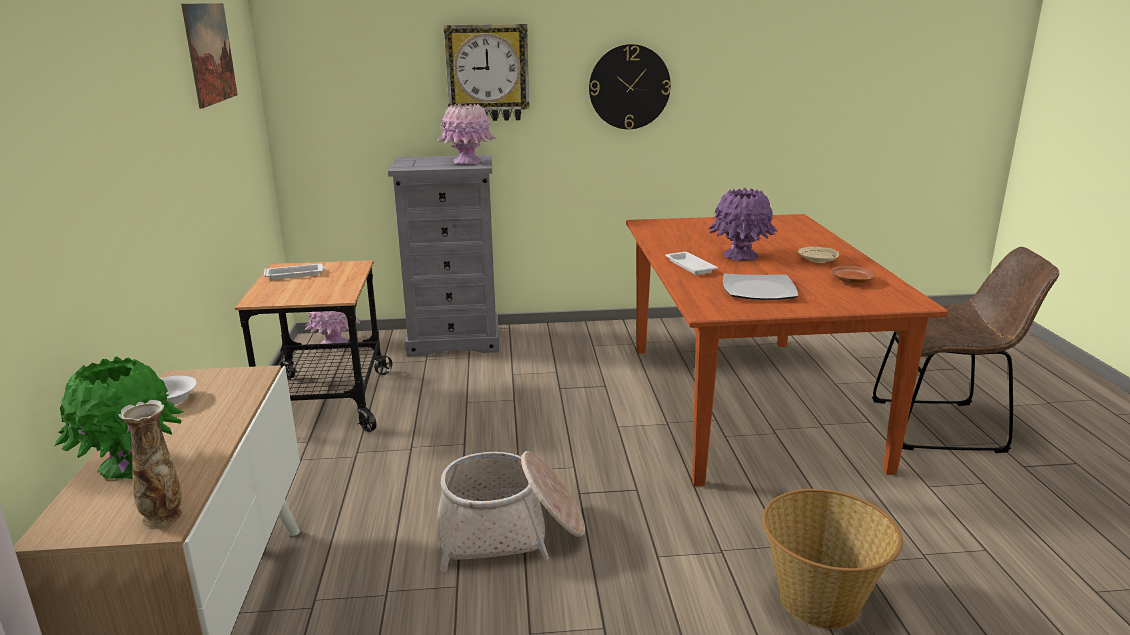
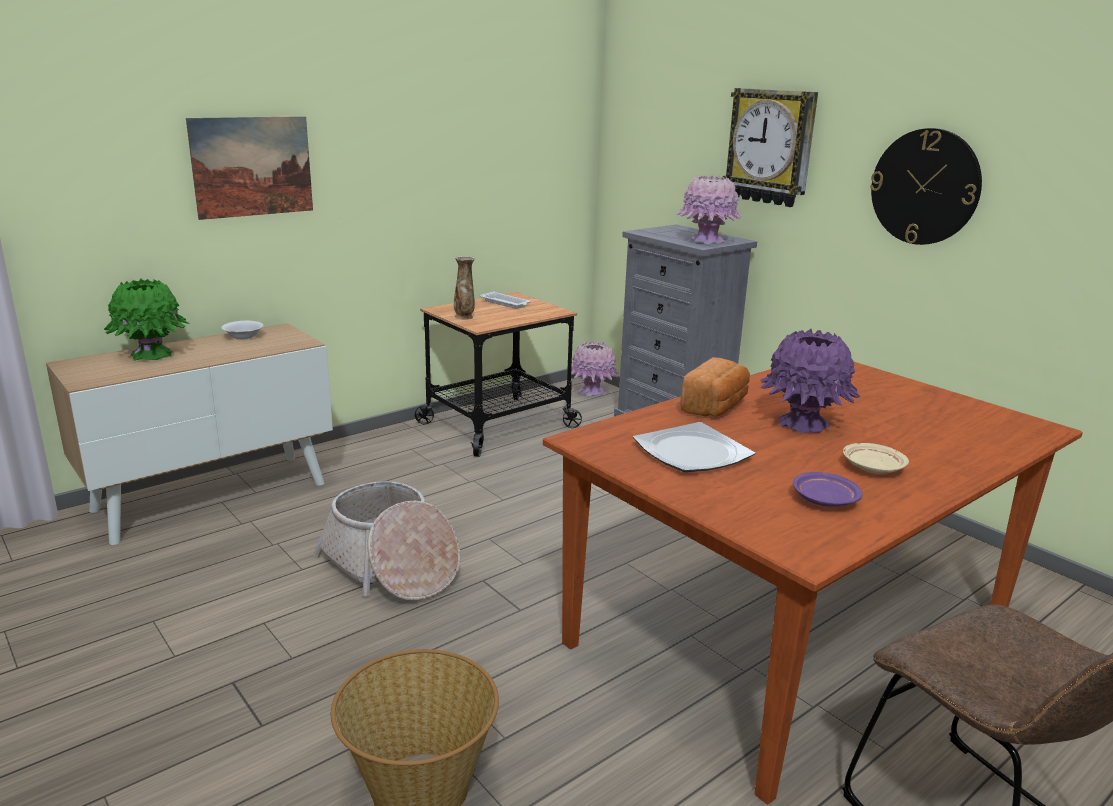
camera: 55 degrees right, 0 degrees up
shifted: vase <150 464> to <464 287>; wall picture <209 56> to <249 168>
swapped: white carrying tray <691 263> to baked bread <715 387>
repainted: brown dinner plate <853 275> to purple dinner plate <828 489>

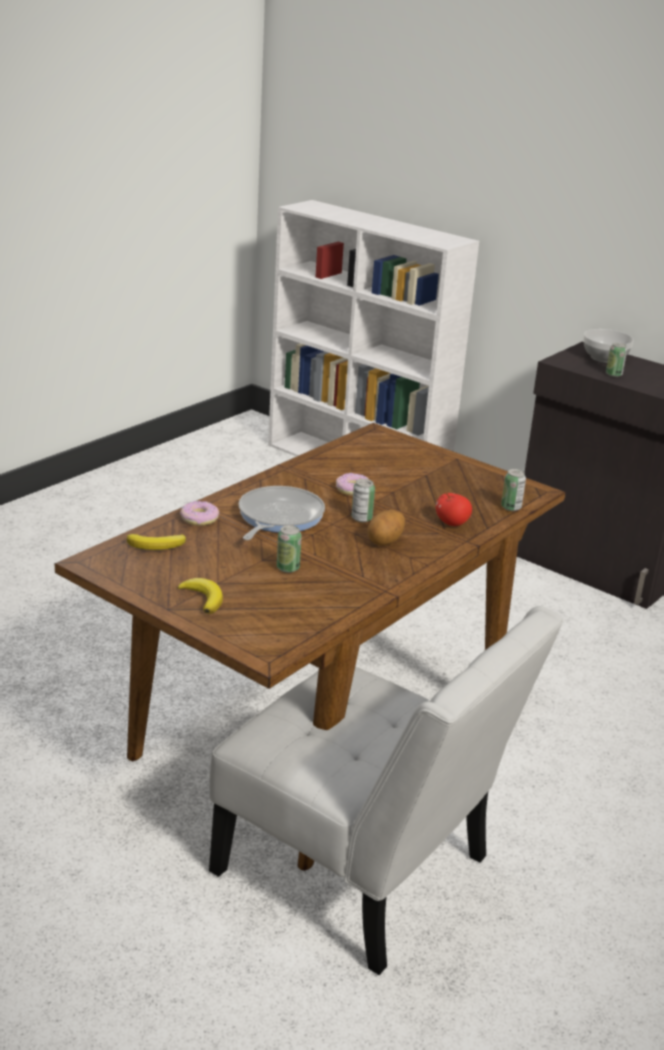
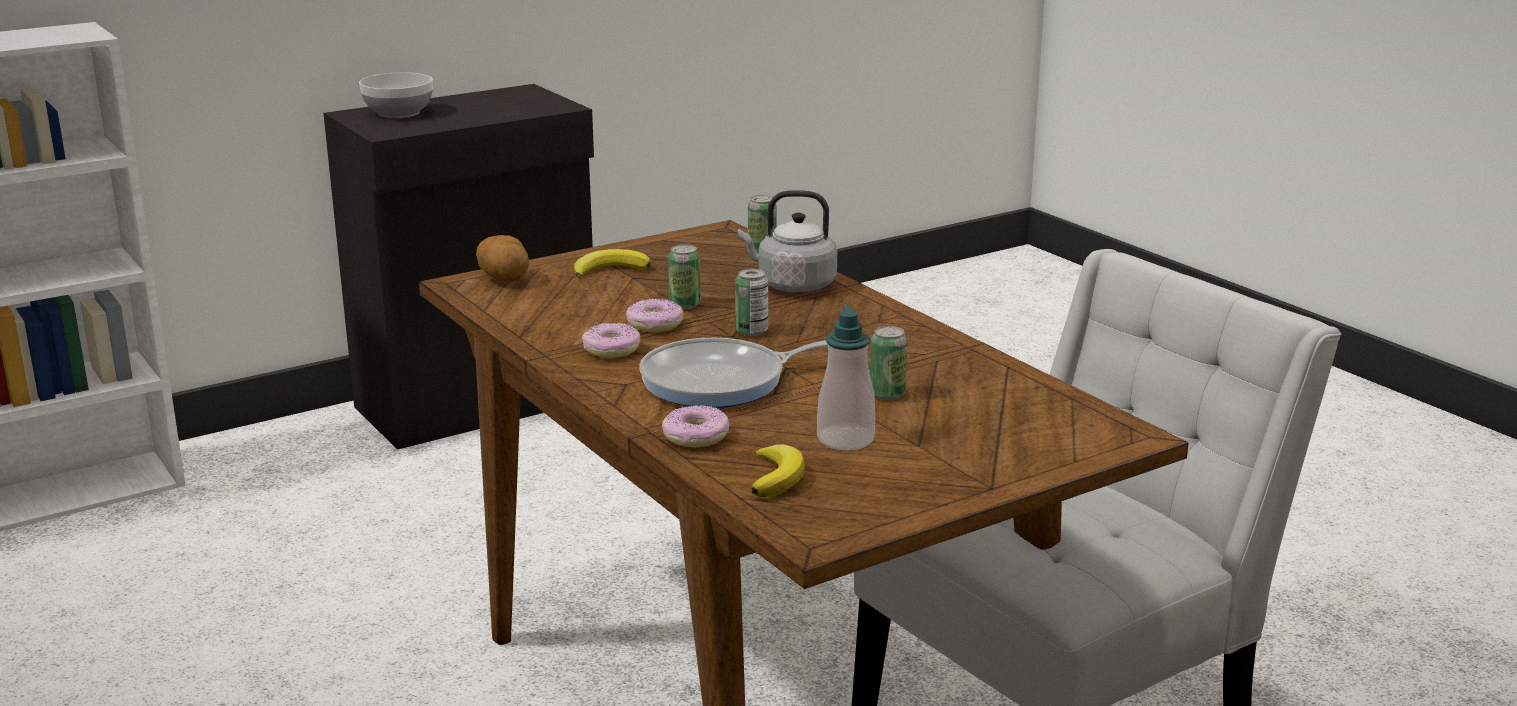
camera: 70 degrees left, 5 degrees down
new: donut <611 340>; liquid soap bottle <846 378>
shifted: whole banana <200 596> to <612 263>; spud <386 528> to <502 259>; sealed can <616 359> to <684 277>
swapped: apple fruit <454 509> to gray water kettle <787 241>
rotated: frying pan <282 513> = <734 373> 60 degrees counterclockwise

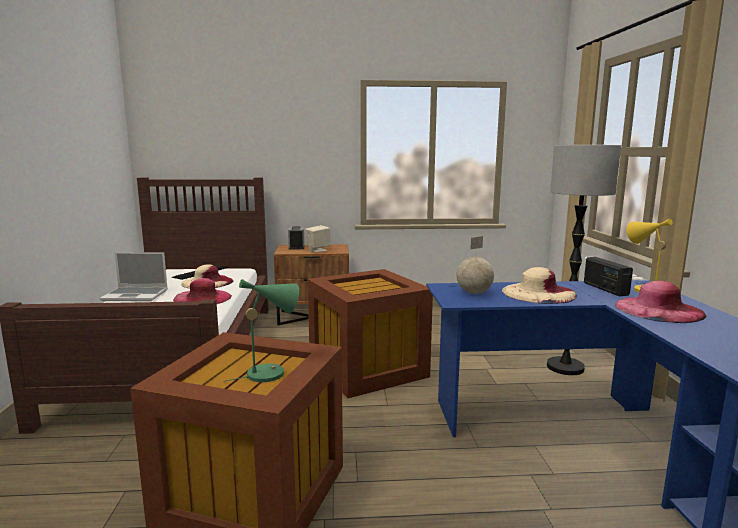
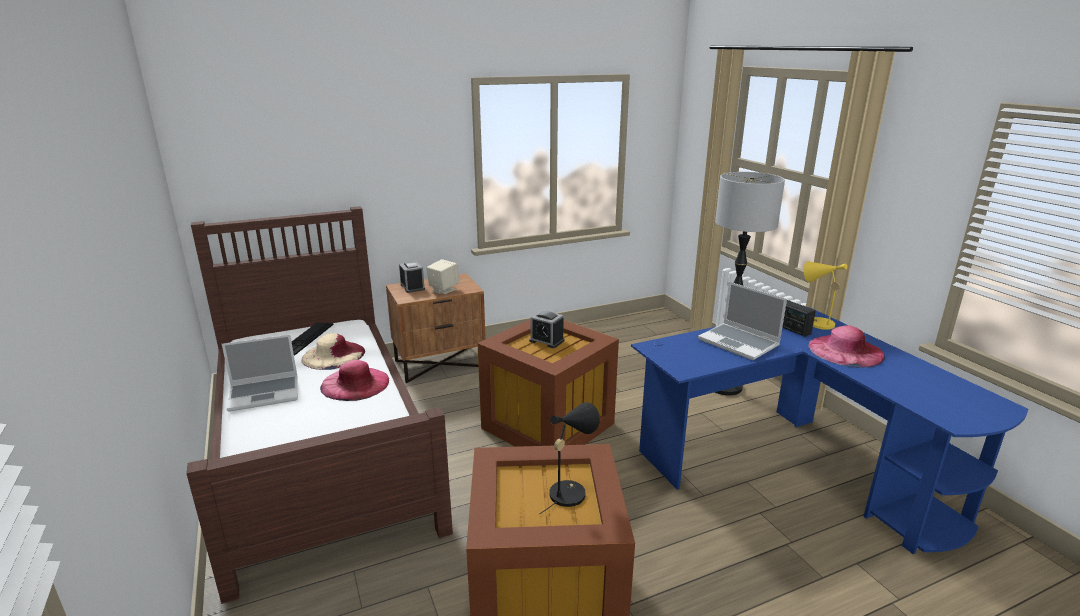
camera: 20 degrees left, 10 degrees up
gone: desk globe <475 265>
new: bedside clock <547 329>
swapped: beige clothing hat <539 285> to laptop <742 321>
repainted: greenish tabletop lamp <262 330> to blackish tabletop lamp <570 458>

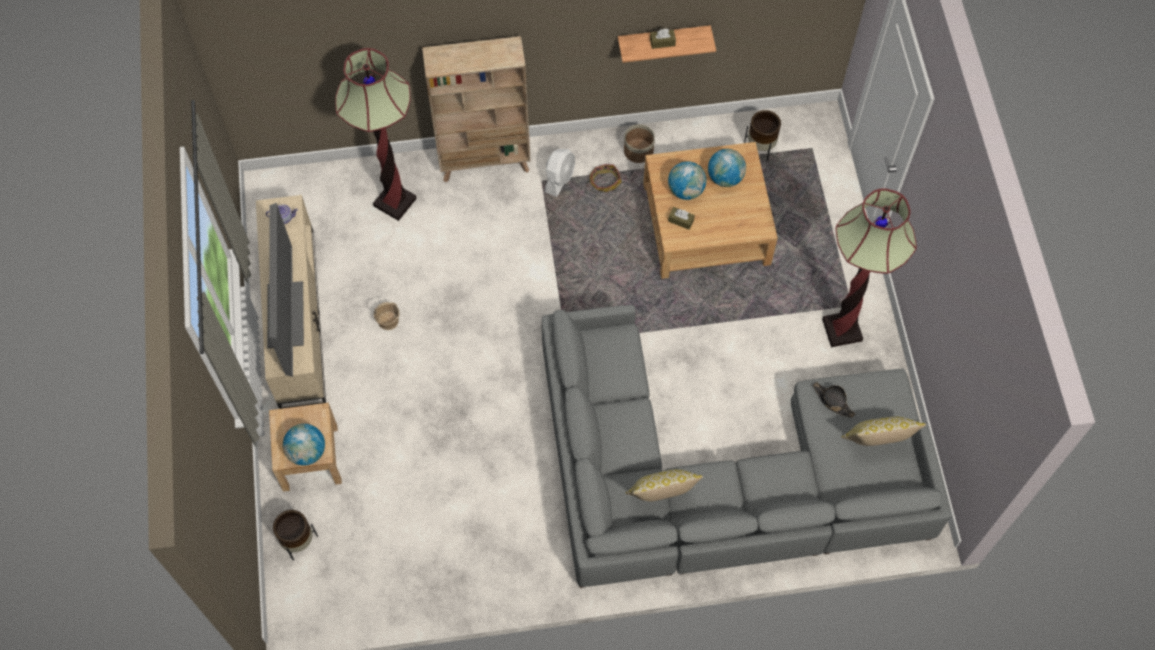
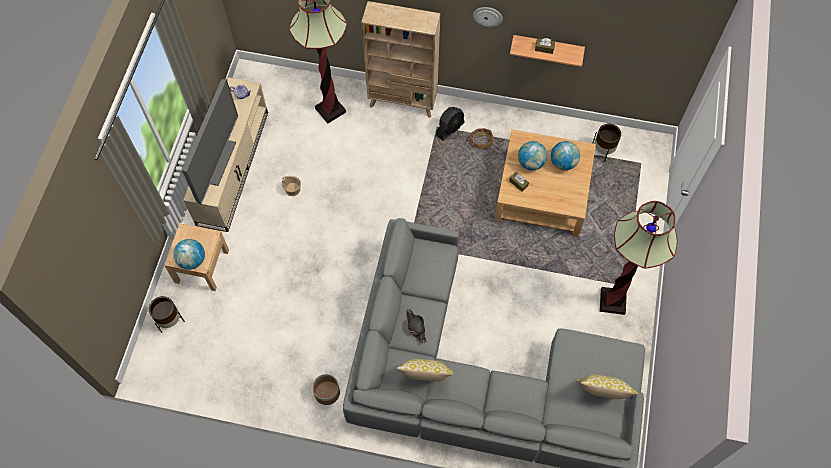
camera: 20 degrees right, 0 degrees up
new: hanging clock <488 17>
shifted: flower pot <639 143> to <326 389>; blackish clothing hat <834 400> to <416 326>
repainted: white fan <560 173> to blackish fan <450 124>

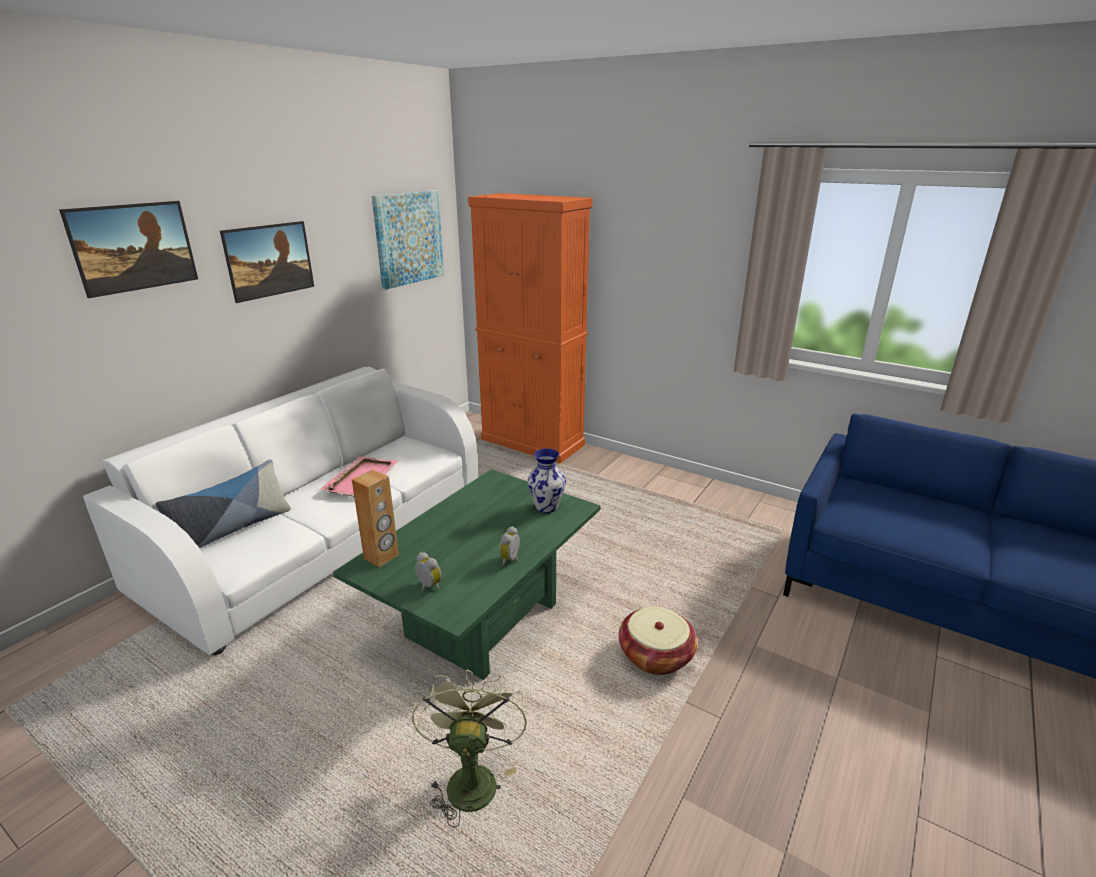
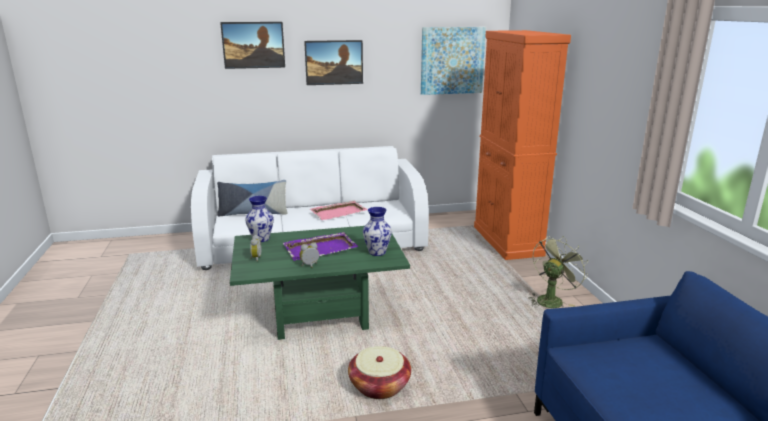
camera: 45 degrees right, 5 degrees down
new: purple carrying tray <320 246>
shifted: greenish fan <469 749> to <558 272>
swapped: brown speaker <375 518> to vase <259 219>

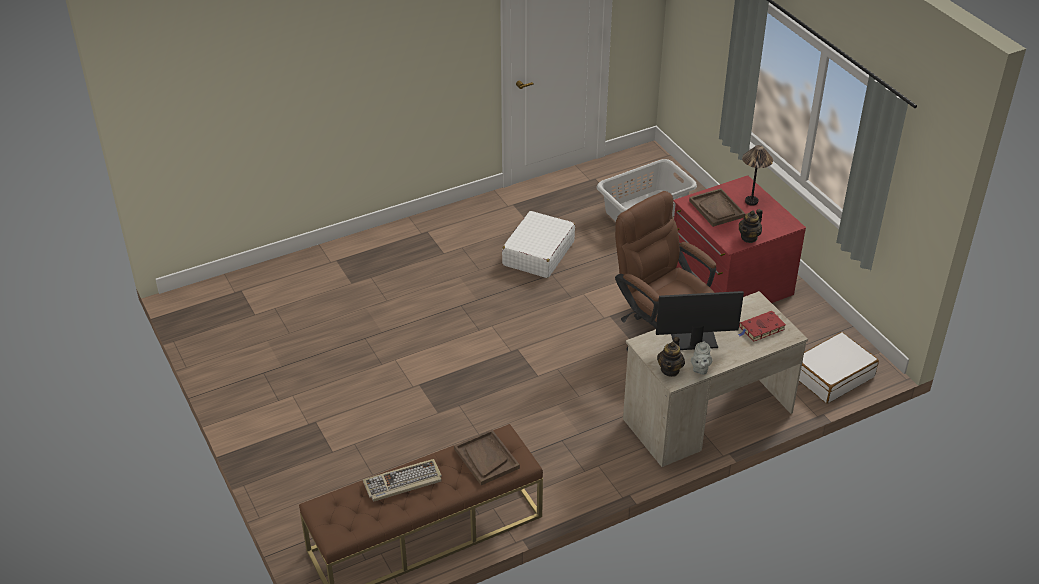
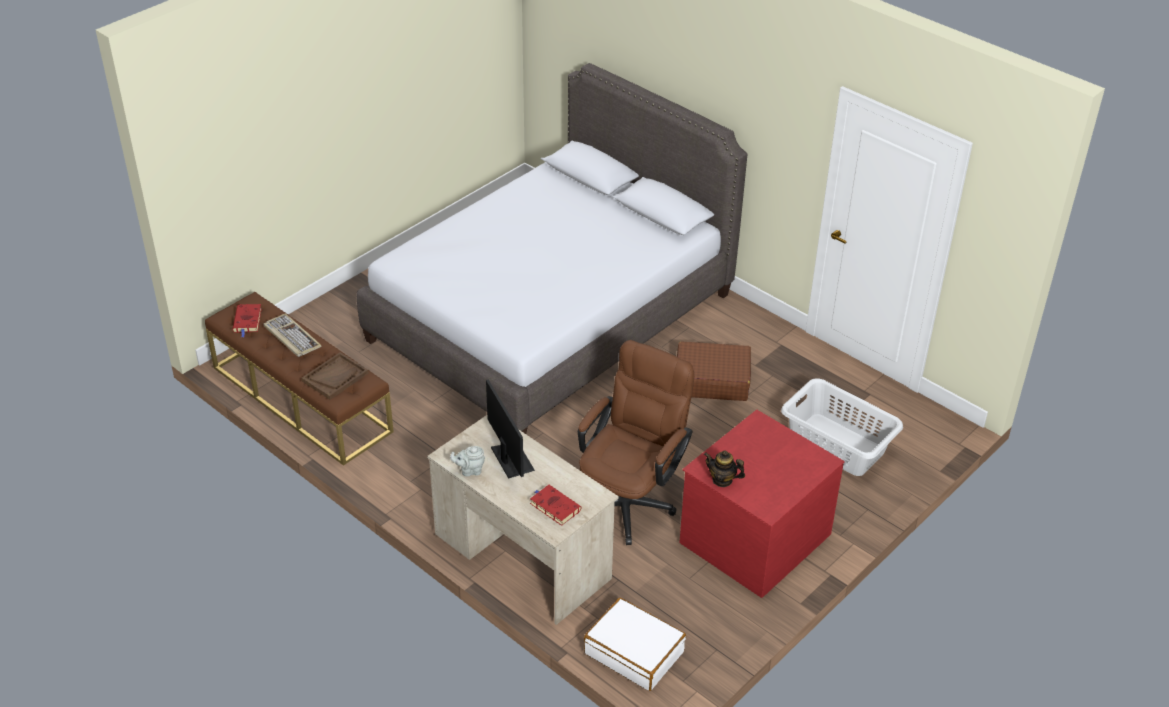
camera: 70 degrees right, 0 degrees up
gone: teapot <671 357>; brown carrying tray <717 207>; tabletop lamp <757 175>
new: red-coloured bound book <247 320>; gray bed <552 248>
repainted: white piece of luggage <538 244> to brown piece of luggage <714 371>

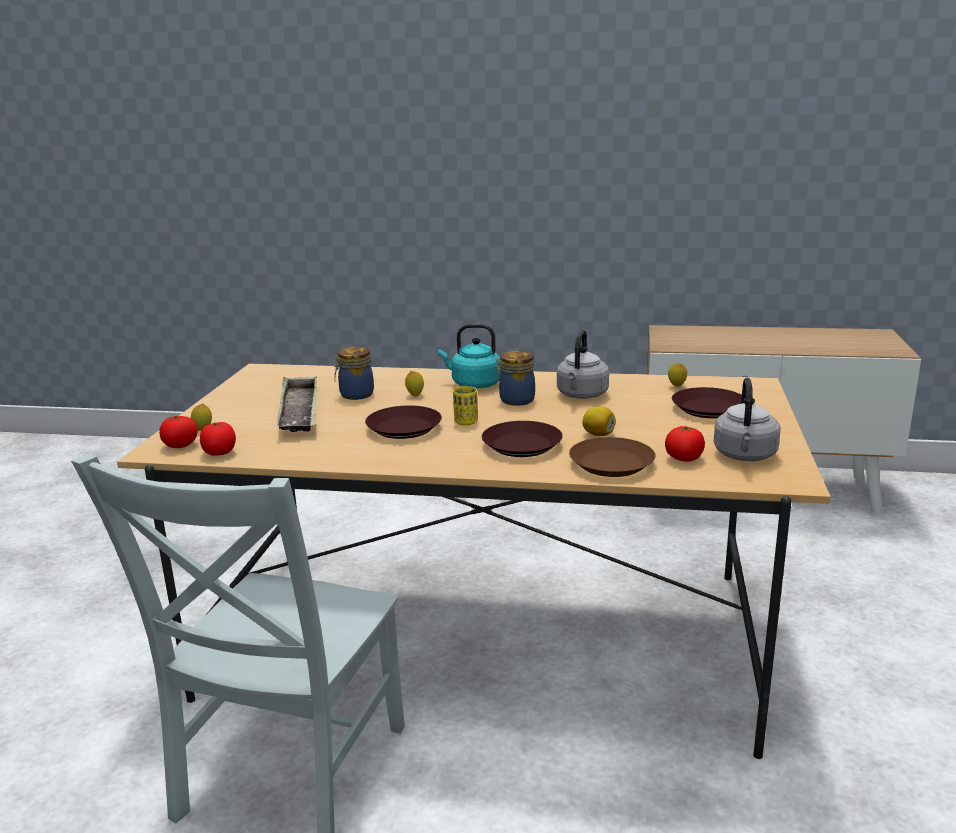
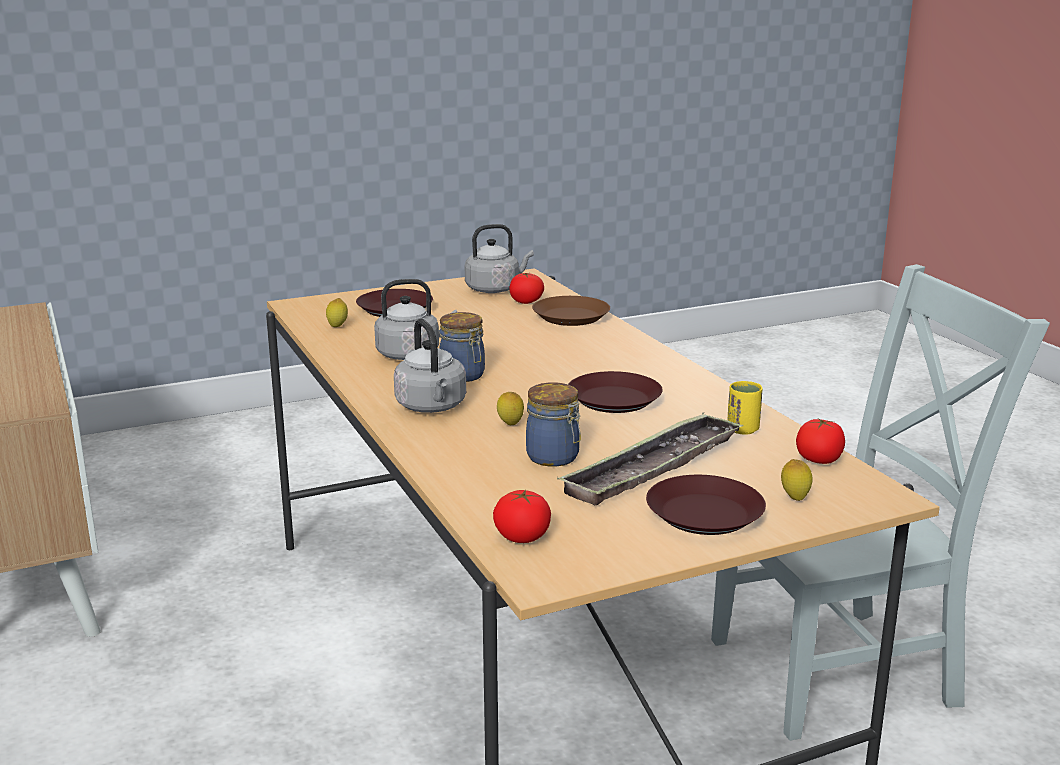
camera: 125 degrees left, 0 degrees up
gone: citrus fruit <599 421>
shifted: fresh tomato <178 431> to <522 516>; yellowish cup <465 406> to <744 407>; brown dinner plate <522 439> to <706 505>
repainted: turquoise water kettle <469 356> to gray water kettle <430 366>

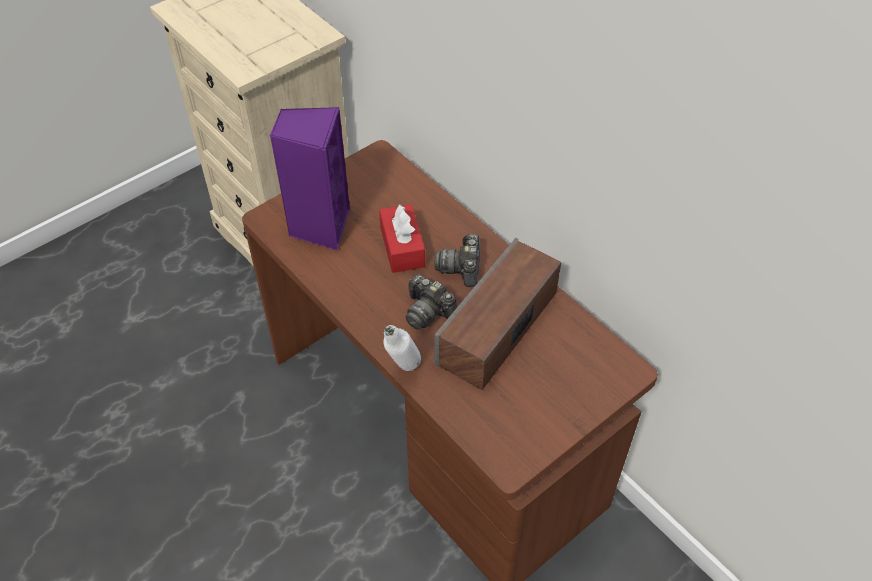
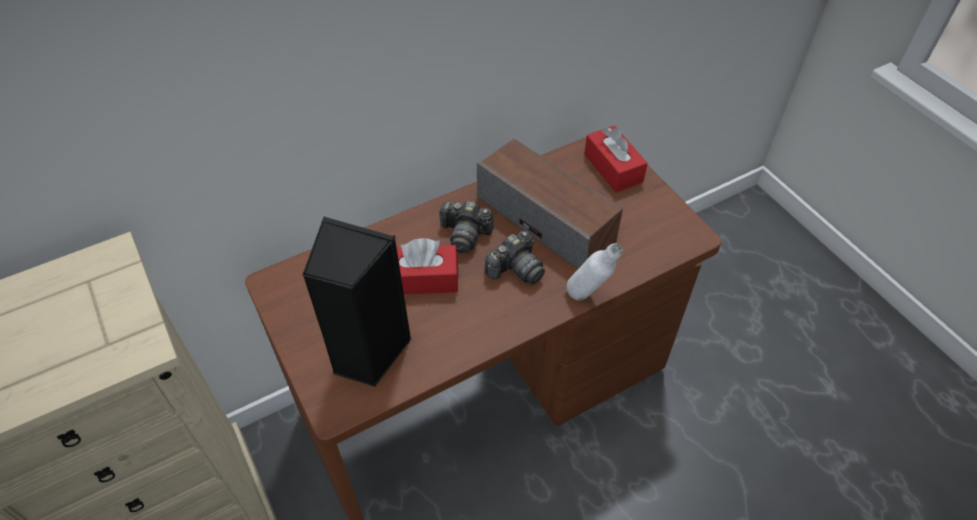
camera: 80 degrees left, 0 degrees up
new: red-coloured tissue holder <616 159>
repainted: purple speaker <310 178> to blackish speaker <356 302>

